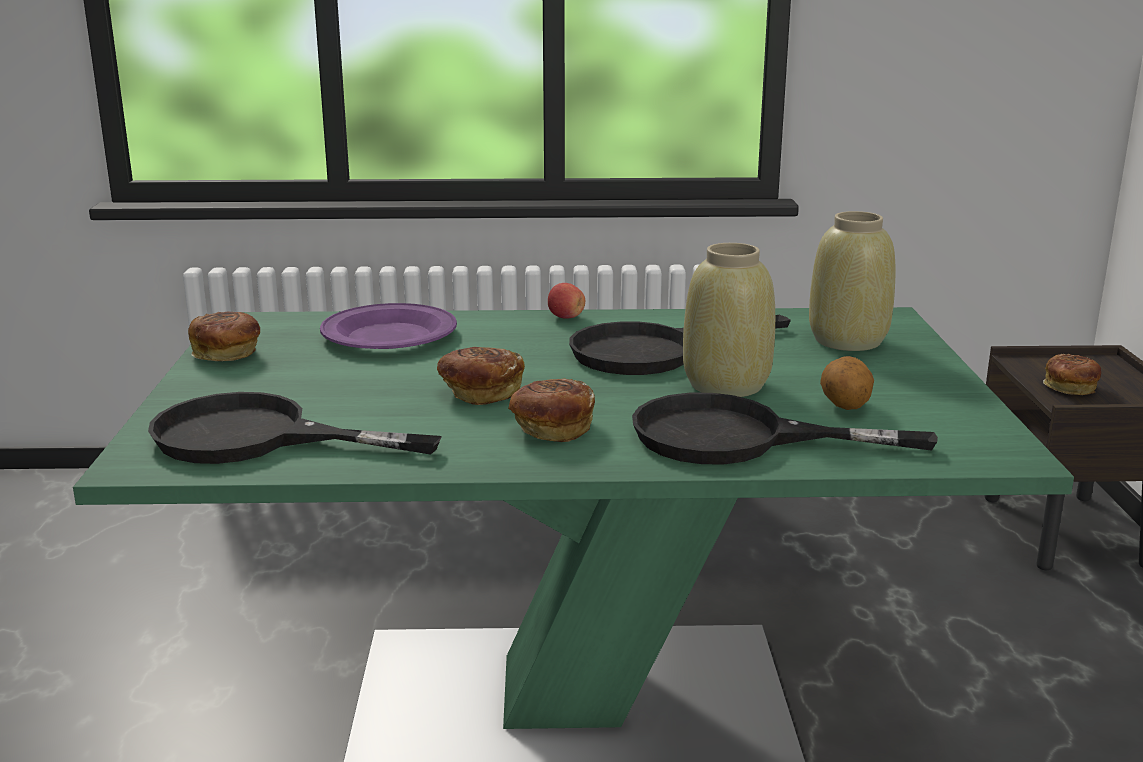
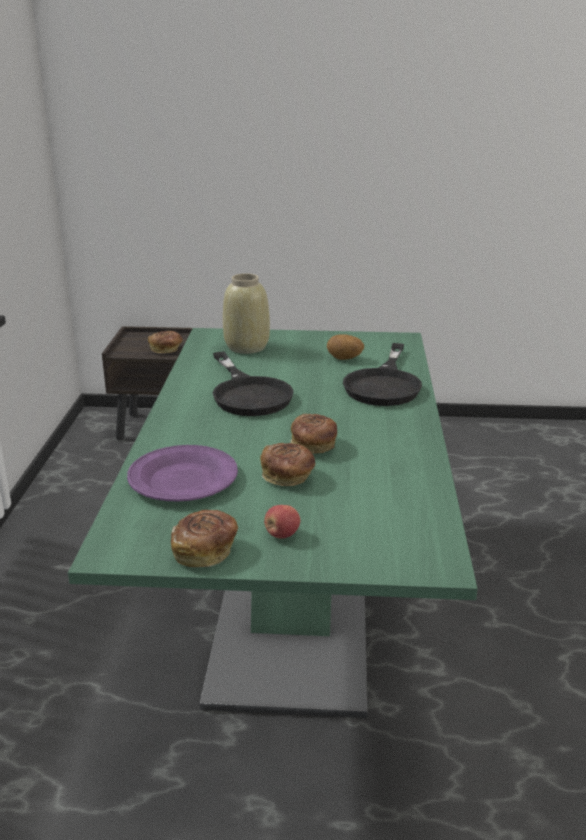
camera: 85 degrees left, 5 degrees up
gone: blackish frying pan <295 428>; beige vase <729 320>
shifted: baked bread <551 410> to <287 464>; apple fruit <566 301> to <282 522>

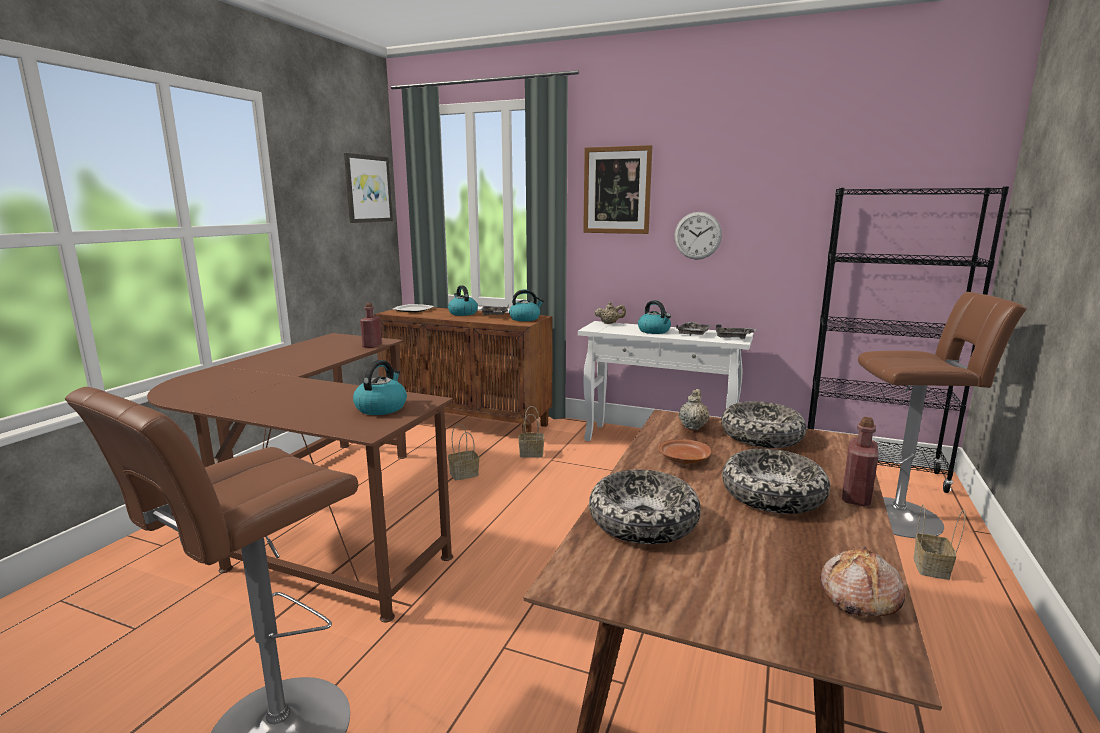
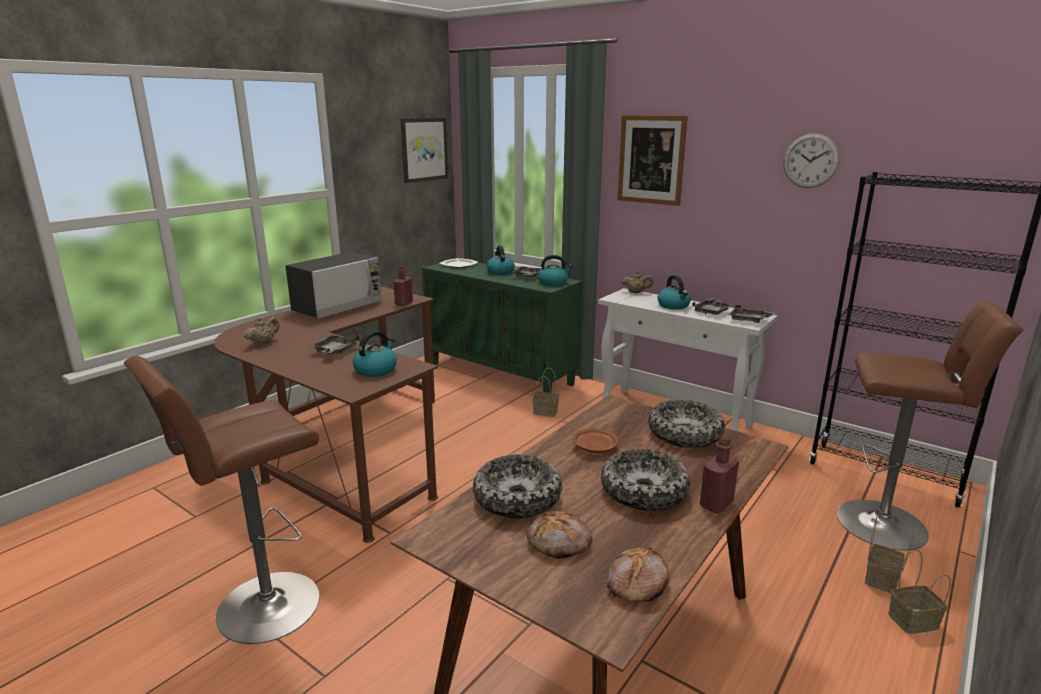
camera: 15 degrees right, 5 degrees up
new: kitchen microwave <333 285>; gray carrying tray <334 344>; baked bread <559 535>
shifted: household basket <463 452> to <919 591>; hanging clock <698 236> to <811 160>; beige teapot <694 409> to <261 331>
repainted: brown cupboard <463 370> to greenish cupboard <502 327>

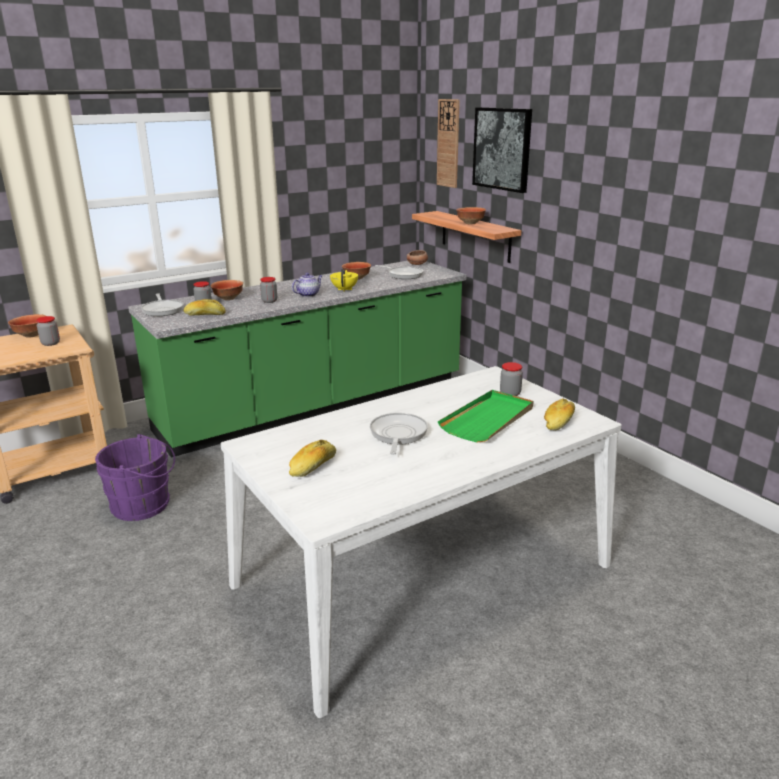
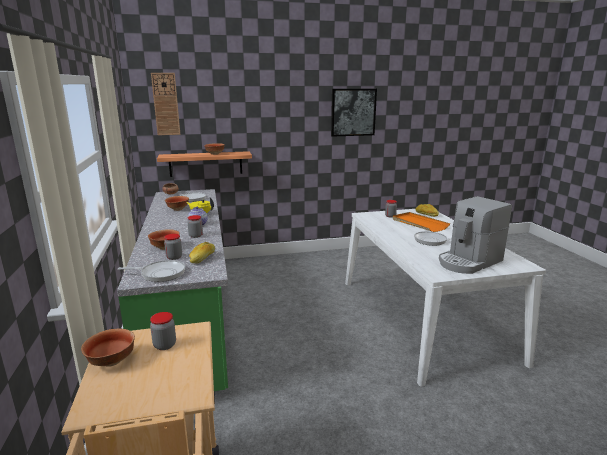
camera: 70 degrees left, 5 degrees down
gone: purple water bucket <135 477>
shifted: wall picture <502 150> to <354 113>
swapped: baked bread <312 458> to coffee machine <475 235>
repainted: greenish carrying tray <485 416> to orange carrying tray <421 222>

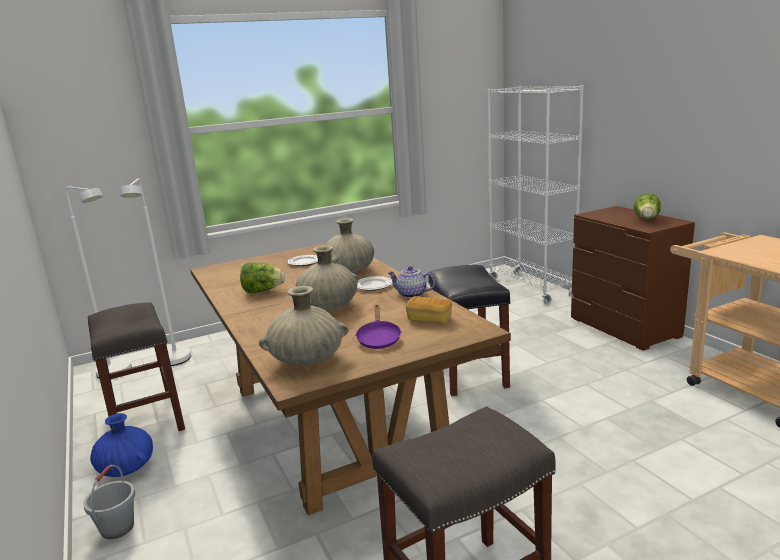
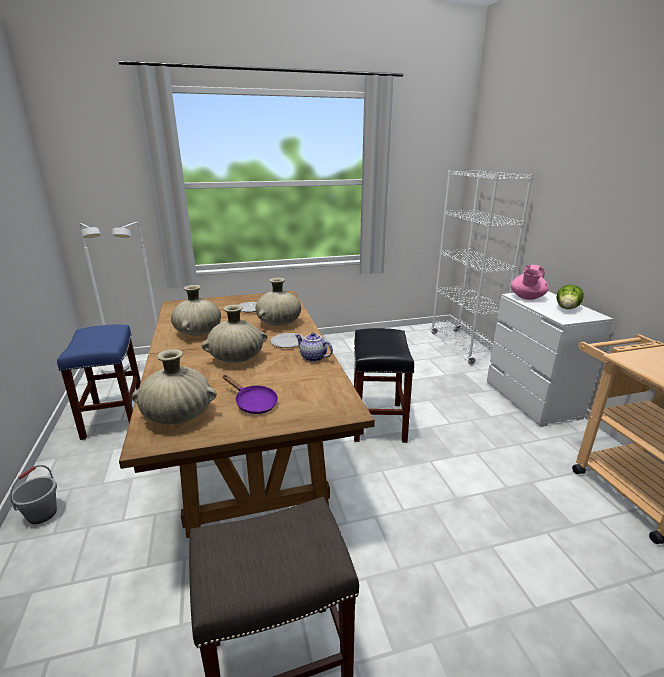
camera: 10 degrees right, 5 degrees up
gone: blue-coloured vase <121 445>; baked bread <429 310>
new: pink-coloured teapot <529 282>
swapped: head of lettuce <262 277> to beige vase <196 310>
repainted: gray sitting stool <136 366> to blue-coloured sitting stool <99 382>; brown drawer chest <633 278> to white drawer chest <550 359>
rotated: purple frying pan <378 327> = <250 394> 60 degrees counterclockwise

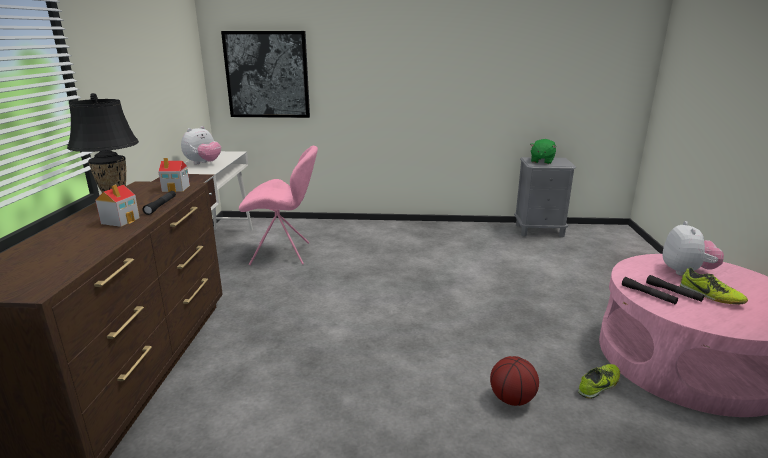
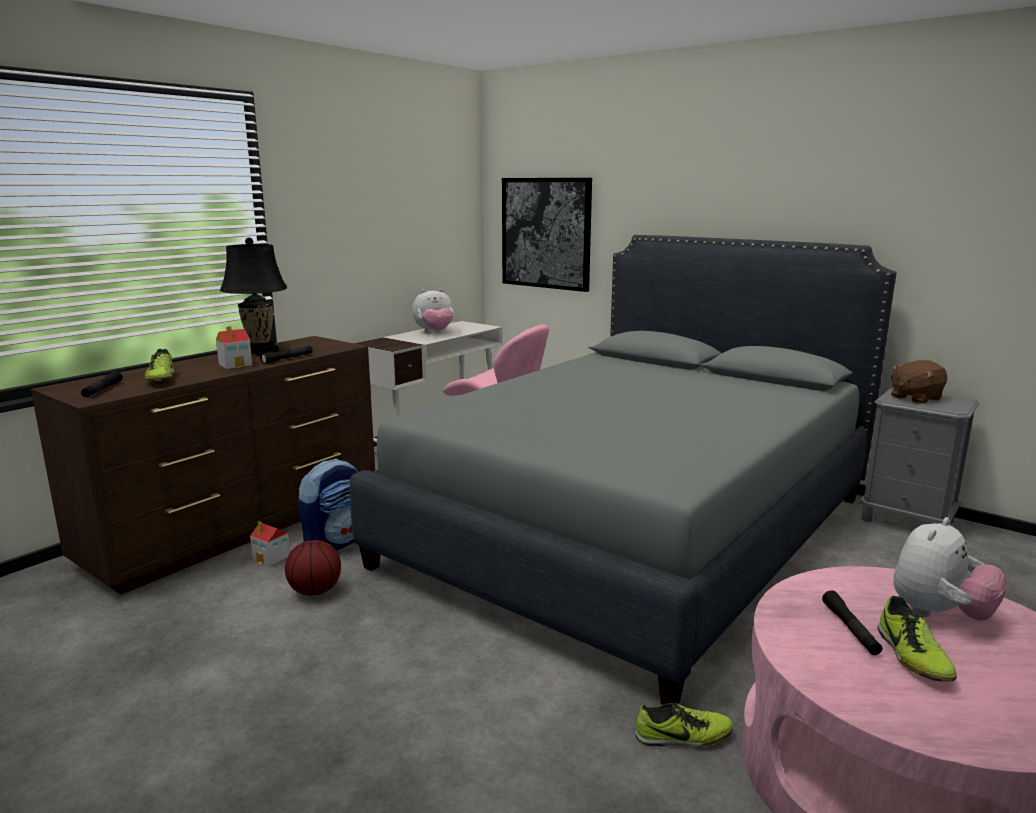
camera: 35 degrees right, 5 degrees down
new: item of footwear <159 365>; knapsack <327 505>; gray bed <623 470>
shifted: toy house <174 175> to <270 543>; ball for basketball <514 381> to <313 568>; blackish torch <650 290> to <102 384>
repainted: greenish plush toy <543 151> to brown plush toy <919 382>

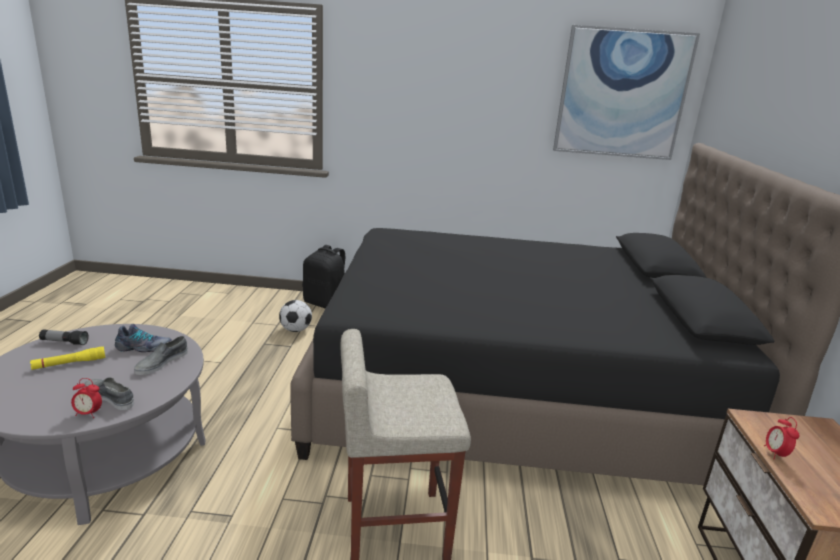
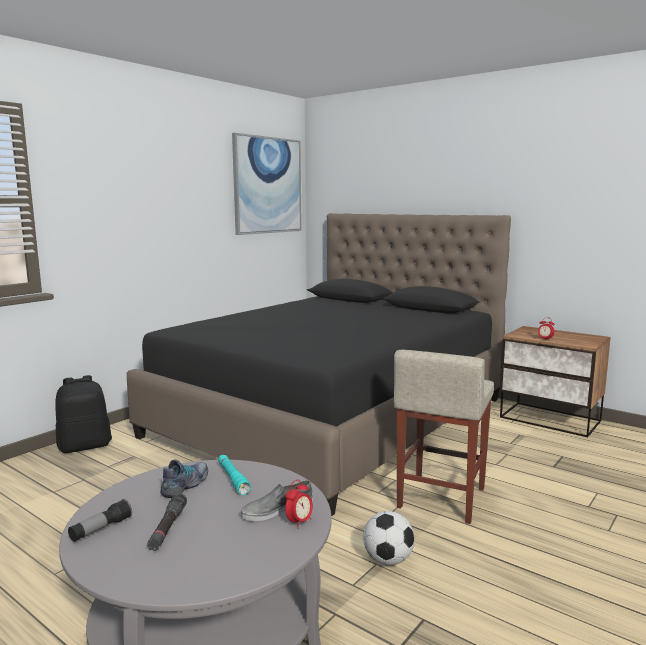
camera: 55 degrees left, 10 degrees down
shifted: football ball <295 316> to <389 538>
swapped: gray item of footwear <161 355> to turquoise torch <234 475>
repainted: yellowish torch <68 358> to blackish torch <167 522>

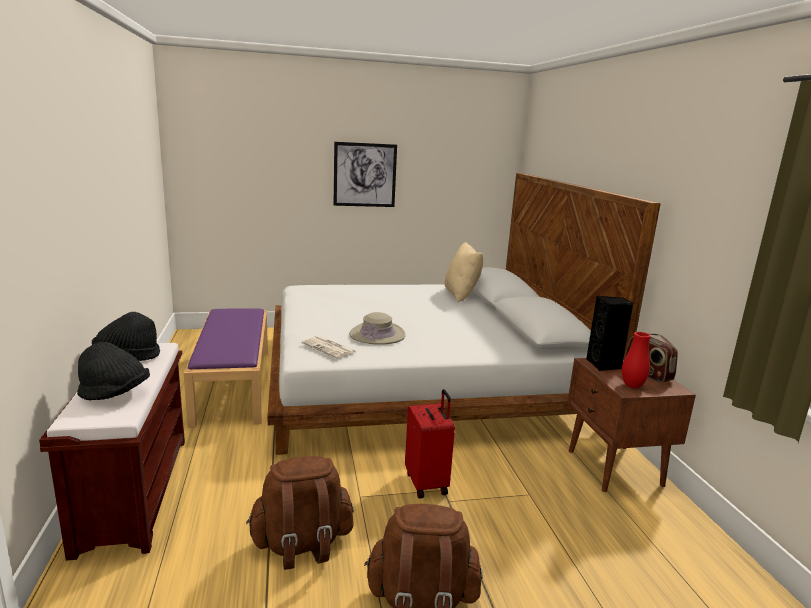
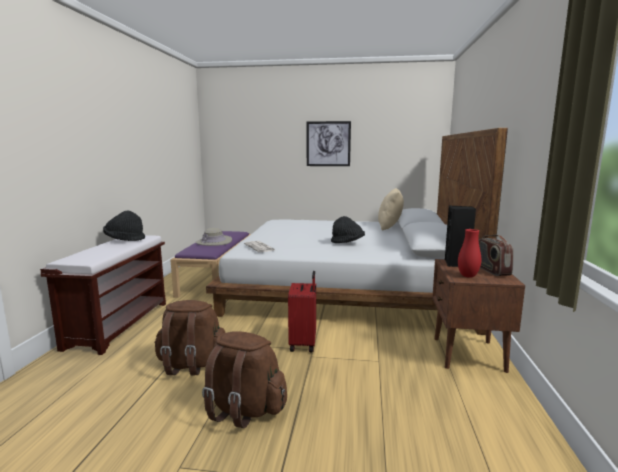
camera: 20 degrees right, 5 degrees down
shifted: blackish clothing hat <113 371> to <348 229>; beige clothing hat <377 328> to <214 237>

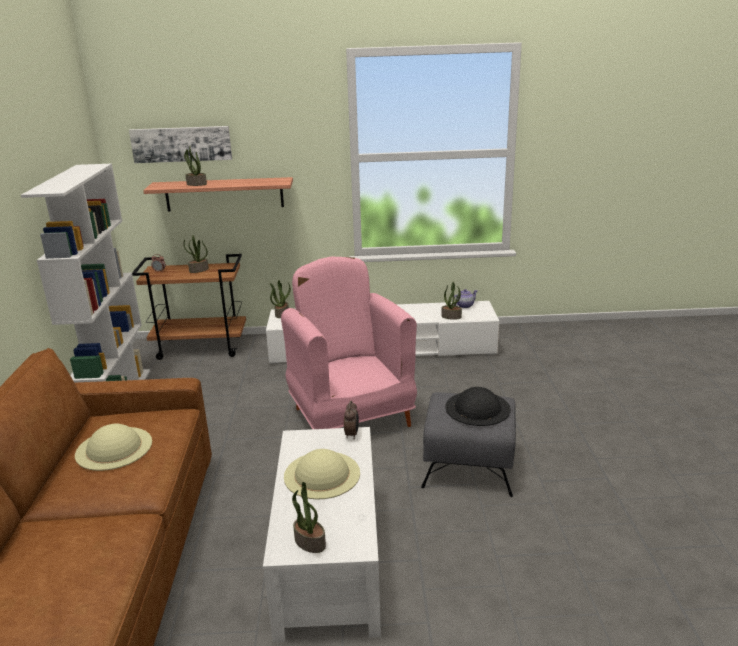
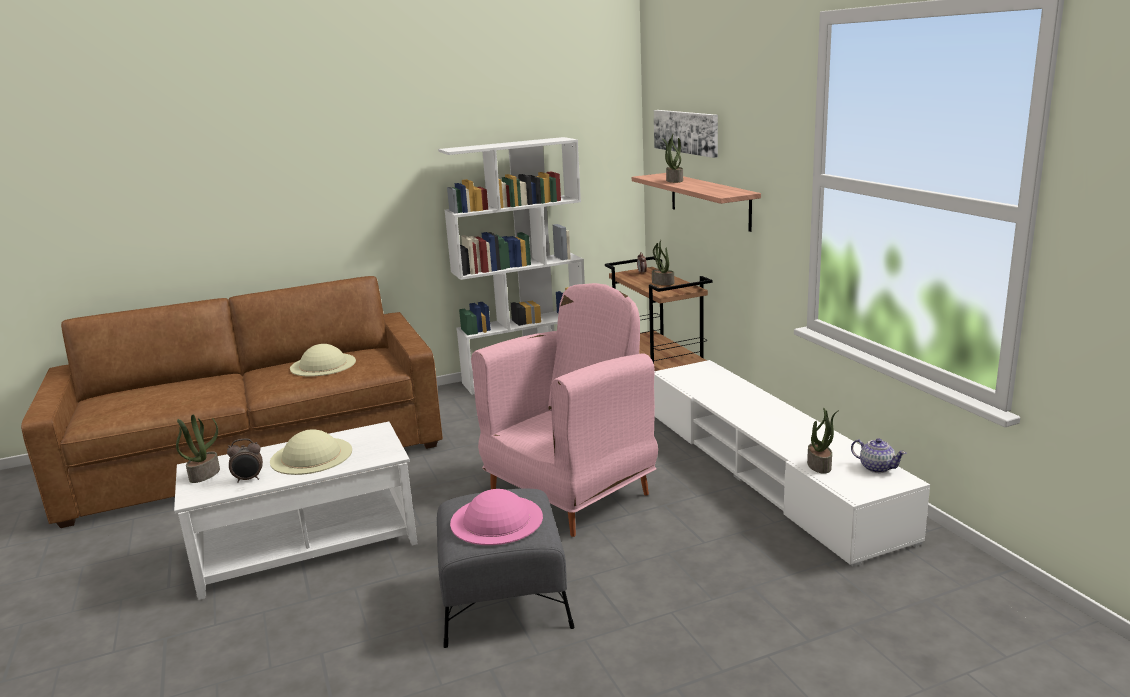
camera: 70 degrees right, 5 degrees down
gone: potted plant <280 299>
shifted: bedside clock <351 420> to <245 460>
repainted: blackish clothing hat <478 406> to pink-coloured clothing hat <496 517>

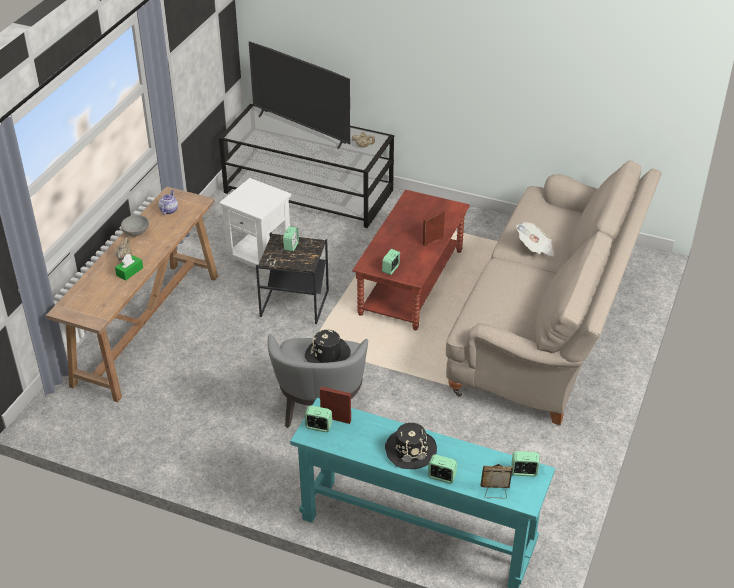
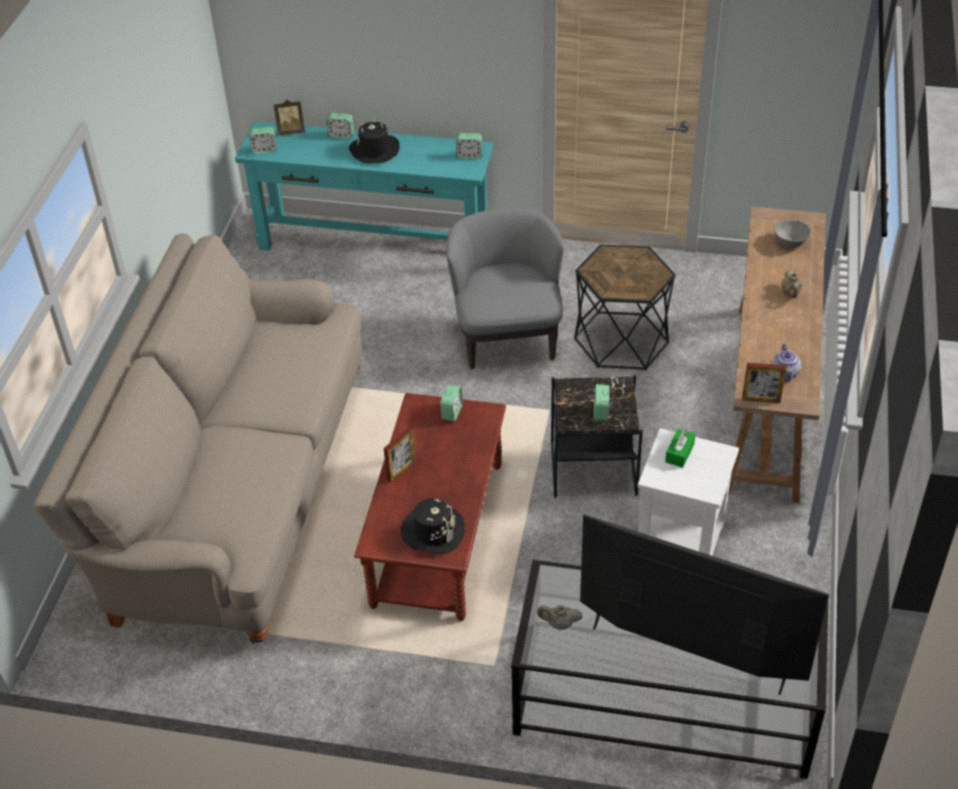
camera: 170 degrees right, 5 degrees up
gone: newspaper <535 239>
new: blackish side table <625 308>
shifted: greenish tissue holder <129 267> to <680 448>; gray deep dish <135 225> to <792 233>; blackish clothing hat <328 346> to <433 526>; photo frame <335 405> to <764 383>

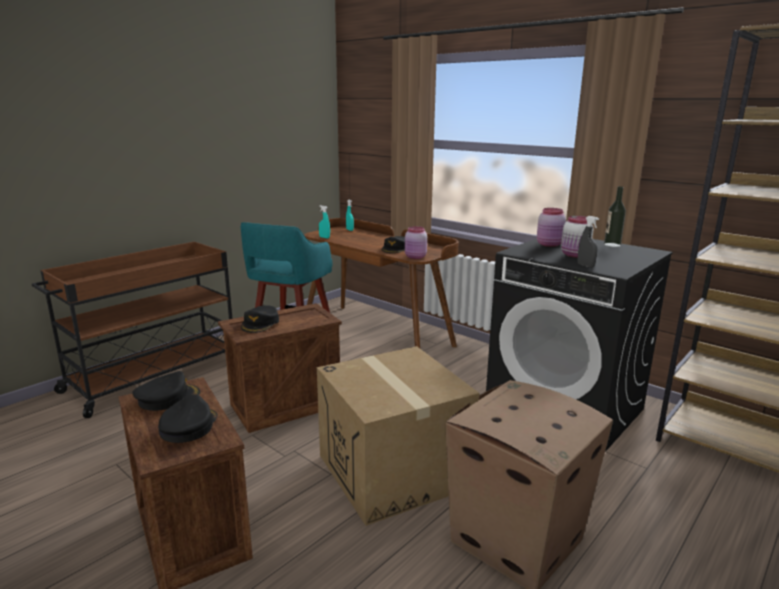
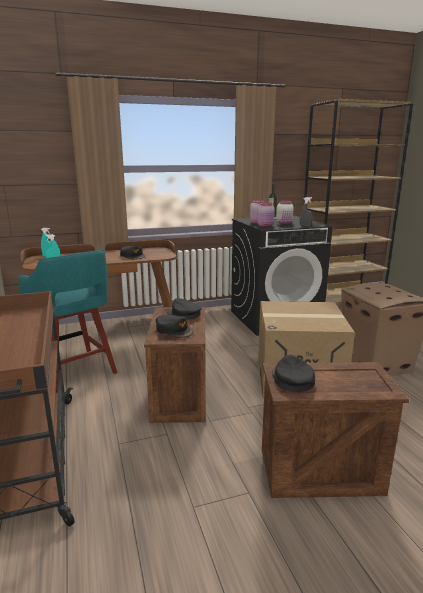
camera: 60 degrees left, 0 degrees up
shifted: blackish peaked cap <188 418> to <184 309>; pink-coloured storage jar <416 242> to <266 214>

